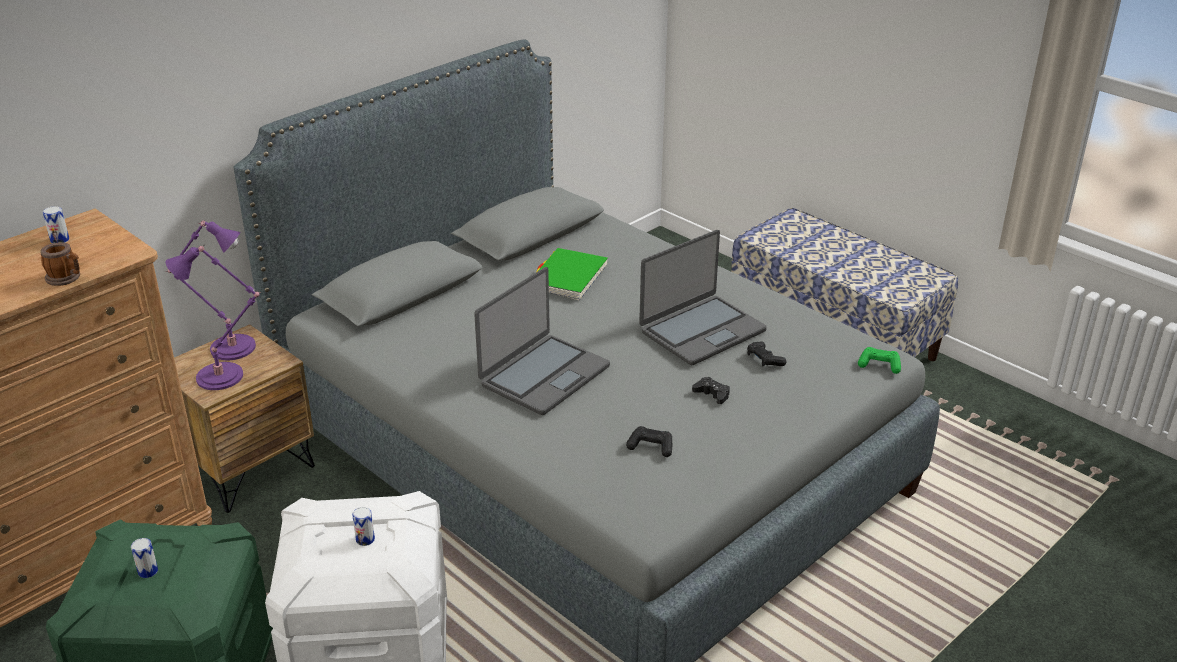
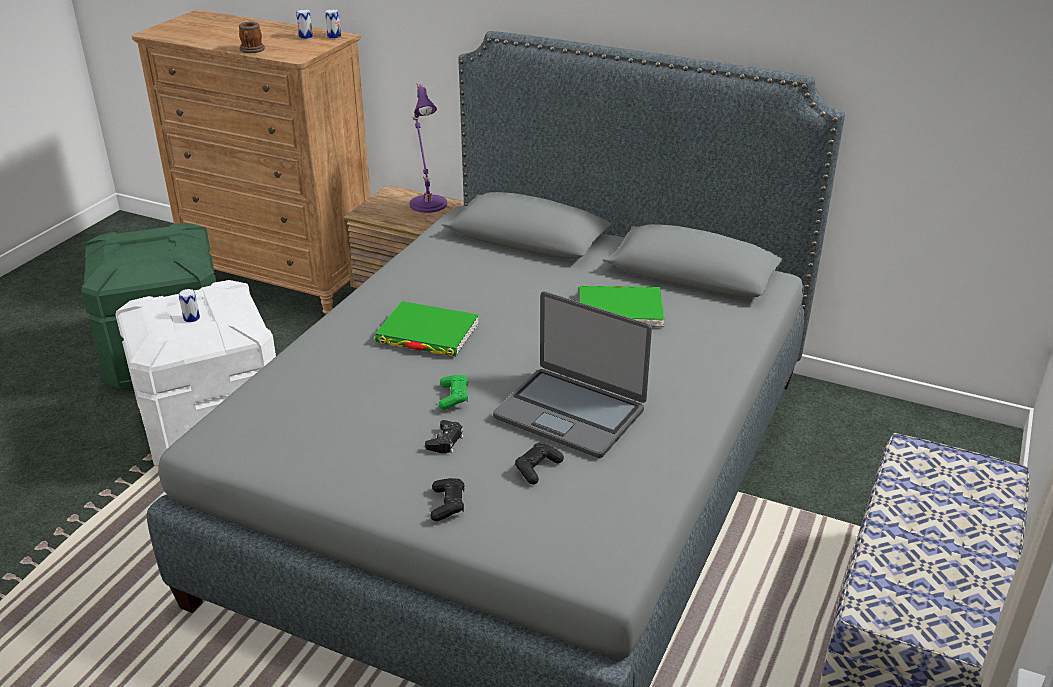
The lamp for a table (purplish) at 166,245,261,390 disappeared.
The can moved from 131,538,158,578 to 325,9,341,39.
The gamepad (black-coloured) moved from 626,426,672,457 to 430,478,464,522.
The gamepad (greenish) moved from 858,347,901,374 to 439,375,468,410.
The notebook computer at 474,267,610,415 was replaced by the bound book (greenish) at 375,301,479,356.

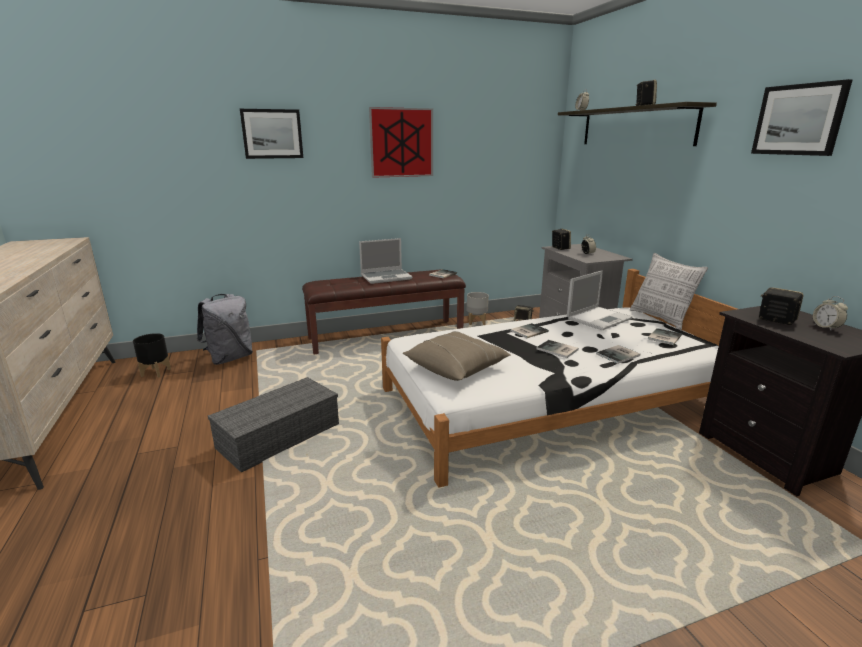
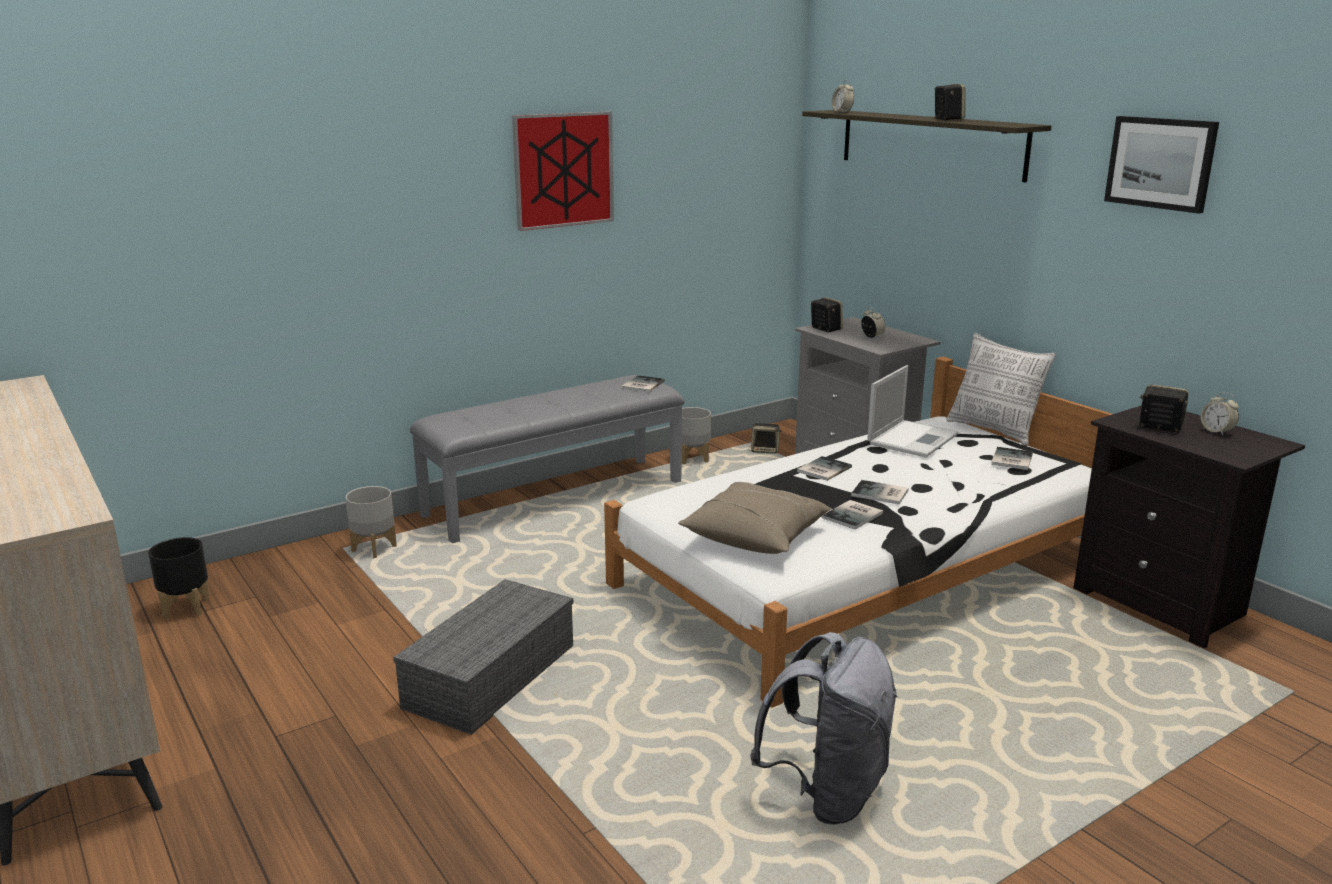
The picture at 240,109,303,159 disappeared.
The notebook computer at 359,238,412,284 disappeared.
The flower pot (greyish) at 345,486,397,558 appeared.
The knapsack (greyish) moved from 197,294,253,365 to 750,632,898,825.
The bound book moved from 596,345,640,364 to 822,500,883,530.
The bench (brown-coloured) at 302,270,466,354 became the bench (greyish) at 410,375,685,543.

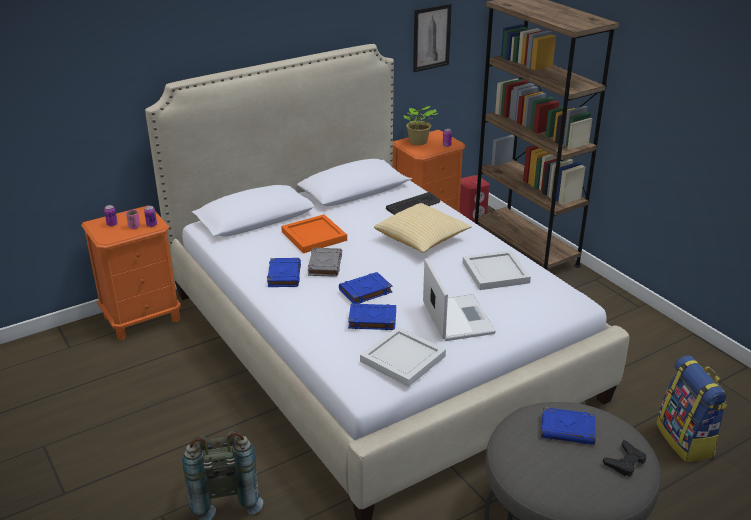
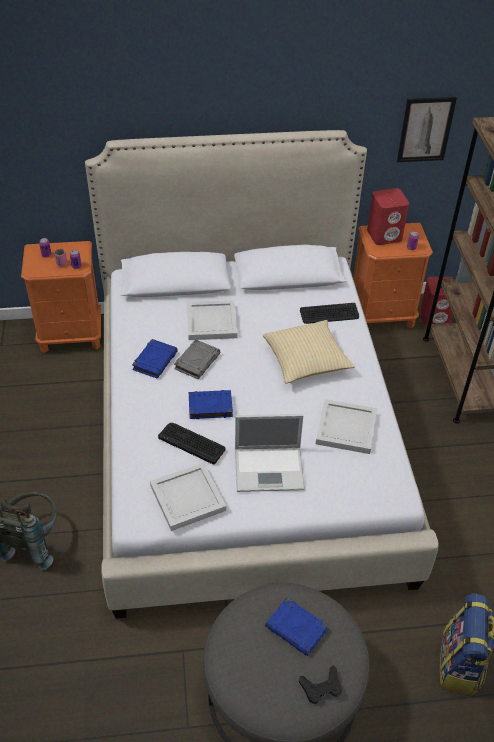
The bound book (blue-coloured) at 348,303,396,330 was replaced by the computer keyboard at 158,423,226,465.
The plant in a pot at 403,106,438,145 was replaced by the audio speaker (red-coloured) at 367,188,409,245.
The serving tray (orange) at 281,214,347,253 became the serving tray (white-coloured) at 187,300,238,340.
The notebook computer at 423,258,496,341 turned 75 degrees clockwise.

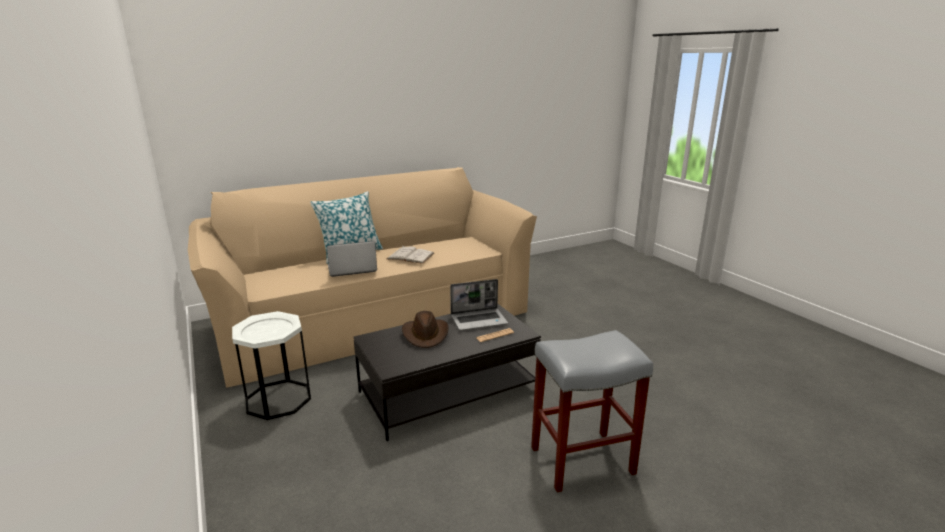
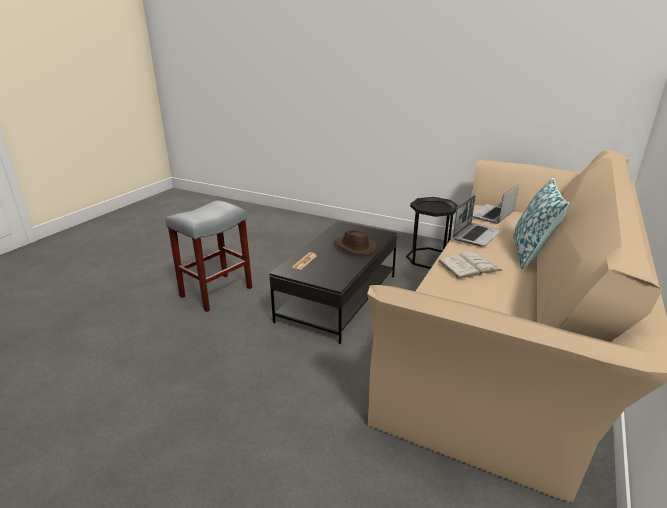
The notebook computer moved from 450,279,508,330 to 473,184,519,224.
The end table (white-coloured) at 232,311,311,420 became the end table (black-coloured) at 406,197,458,269.

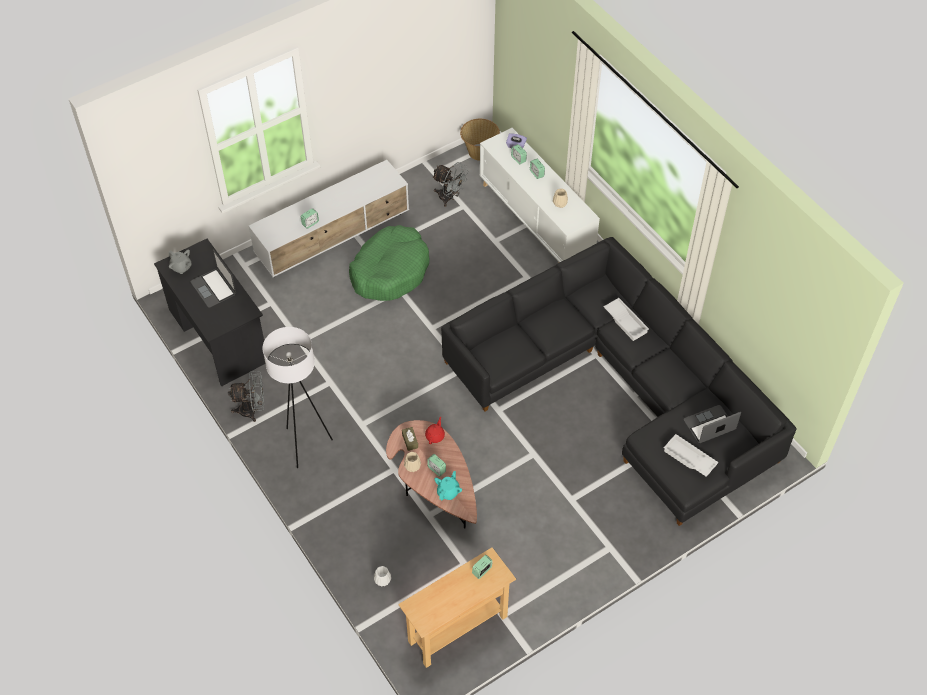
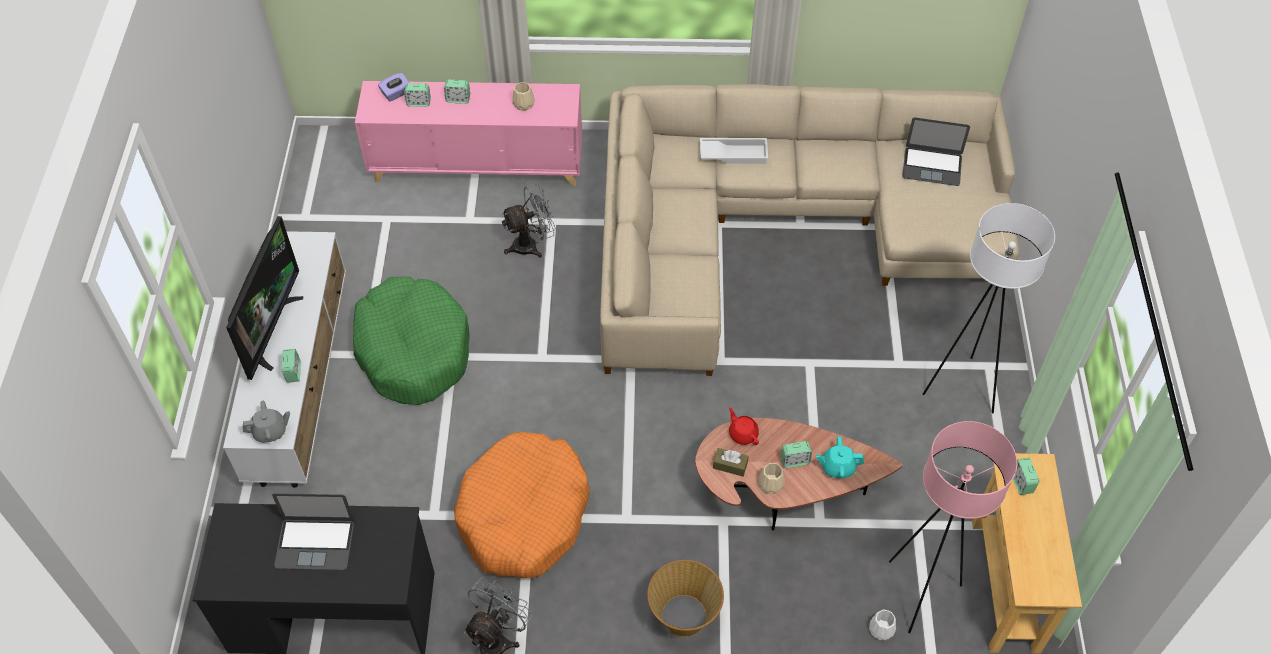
The serving tray (white-coloured) at 664,434,719,477 disappeared.
The TV at 226,216,303,380 appeared.
The dog cushion (orange) at 454,432,590,578 appeared.
The standing lamp (pink-coloured) at 889,421,1017,633 appeared.
The teapot (greyish) moved from 169,250,192,274 to 243,401,290,443.
The standing lamp (white-coloured) moved from 262,327,333,468 to 923,203,1055,413.
The electric fan (greyish) moved from 432,162,469,207 to 501,184,556,258.
The basket moved from 460,119,500,161 to 647,560,724,637.
The sofa (black-coloured) at 441,237,797,526 became the sofa (beige-coloured) at 600,84,1019,376.
The cupboard (white-coloured) at 480,128,600,263 became the cupboard (pink-coloured) at 355,81,582,186.
The teapot (turquoise) at 434,471,462,500 turned 60 degrees counterclockwise.
The notebook computer at 684,405,741,443 turned 90 degrees counterclockwise.

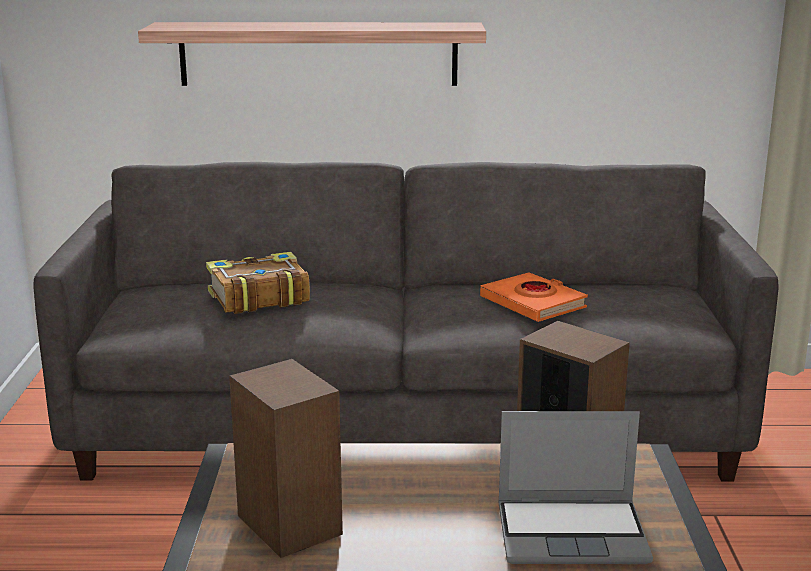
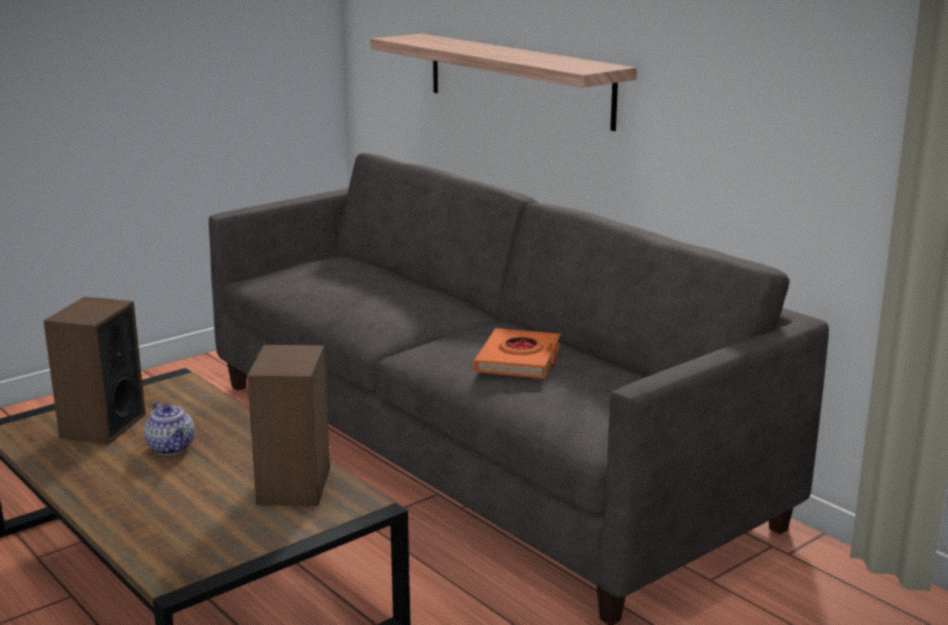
The bound book at 206,252,310,314 disappeared.
The notebook computer at 498,411,653,564 disappeared.
The teapot at 144,402,195,455 appeared.

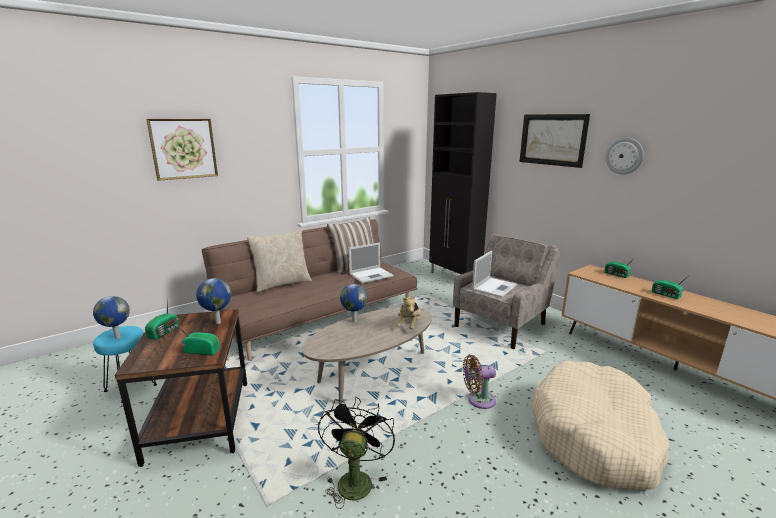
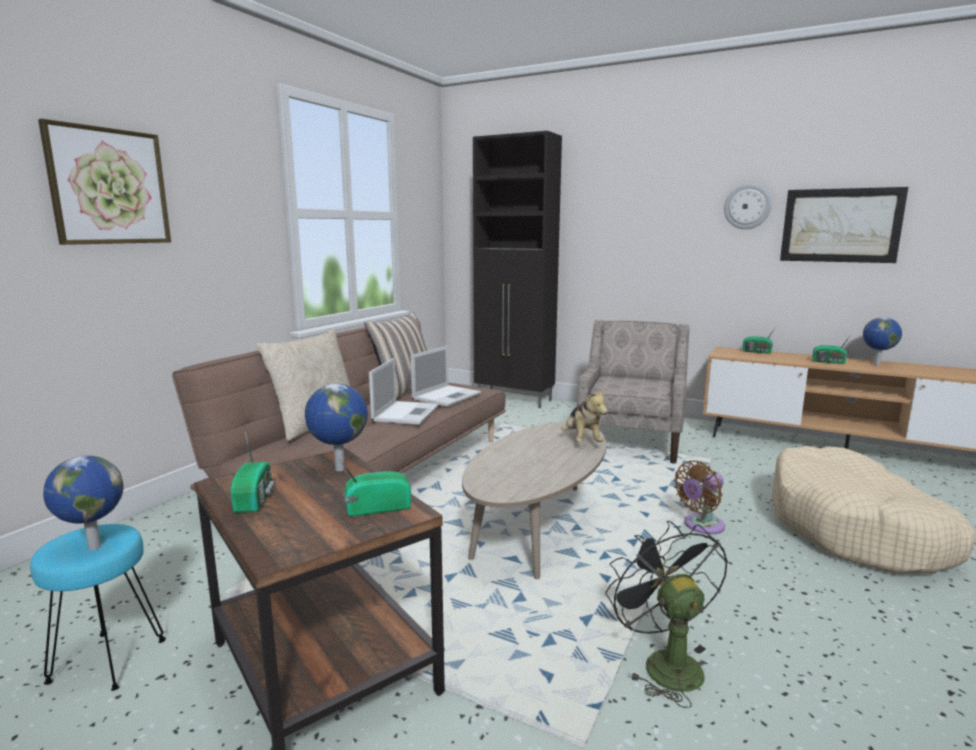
The globe moved from 340,284,367,323 to 863,317,902,365.
The notebook computer moved from 472,251,517,298 to 369,358,439,425.
The picture moved from 520,114,590,168 to 780,187,908,263.

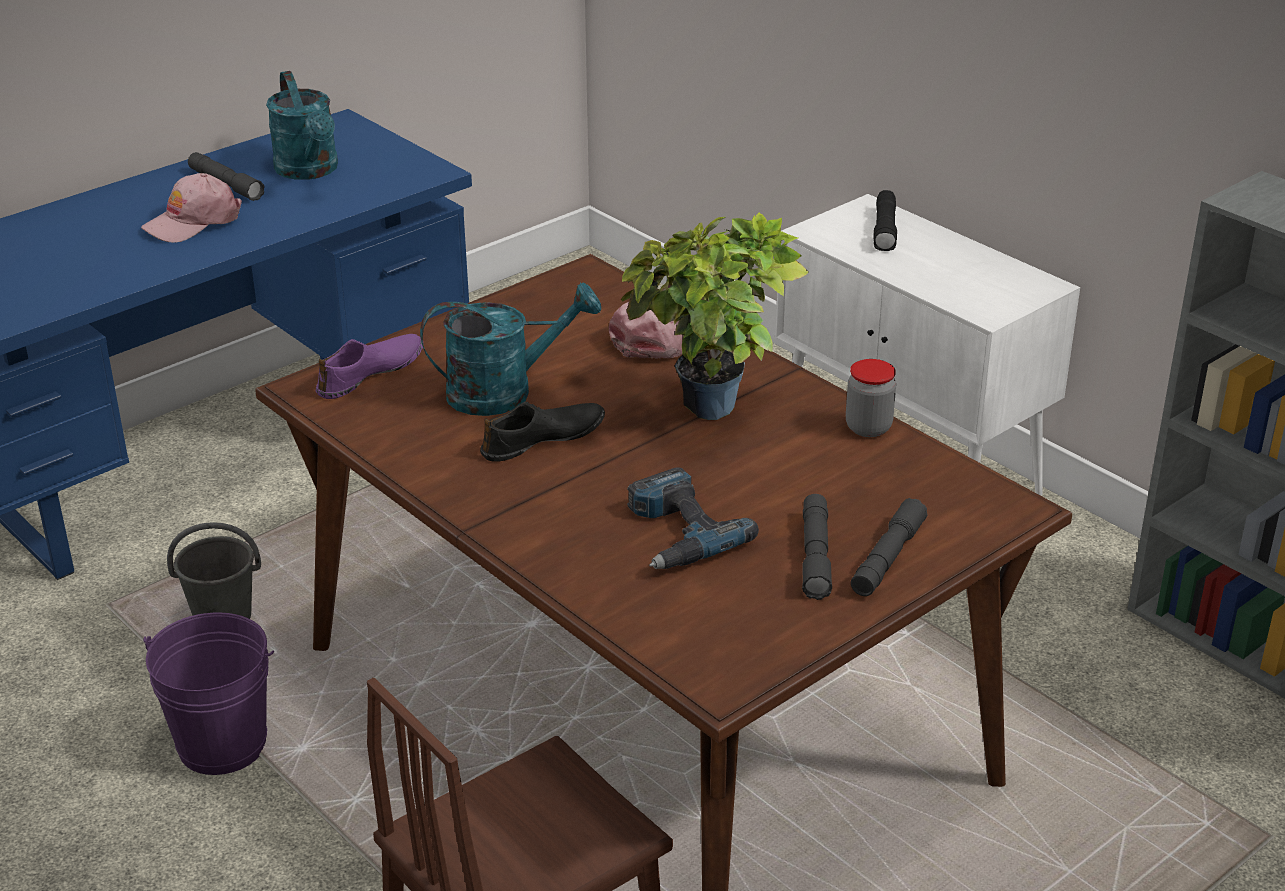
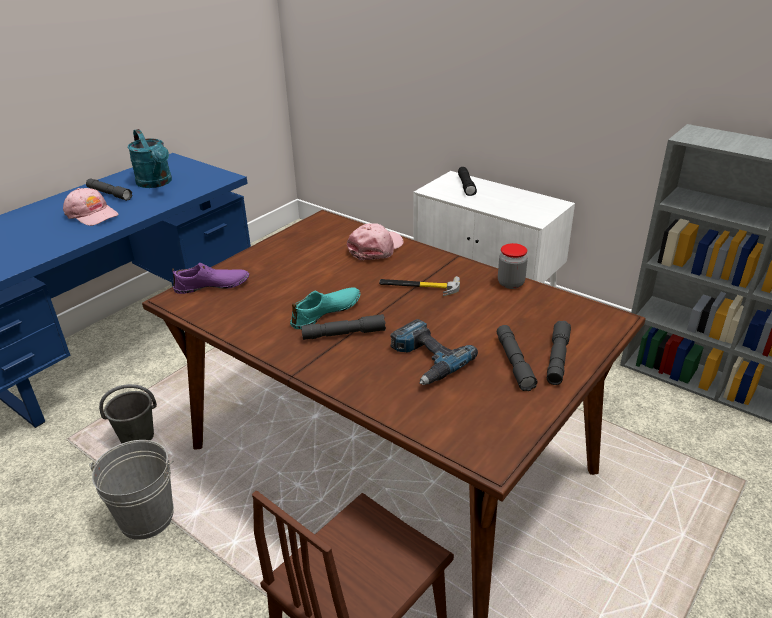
The watering can (turquoise) at 420,282,601,416 disappeared.
The flashlight (greyish) at 301,314,386,340 appeared.
The plant in a pot at 620,213,809,420 was replaced by the hammer at 379,276,460,296.
The water bucket (purplish) at 143,613,274,775 became the water bucket (greyish) at 89,440,174,540.
The item of footwear (black-coloured) at 480,402,605,462 became the item of footwear (turquoise) at 290,287,361,329.
The baseball cap (pink-coloured) at 141,173,242,243 turned 90 degrees counterclockwise.
The item of footwear (purplish) at 316,334,423,399 turned 45 degrees clockwise.

